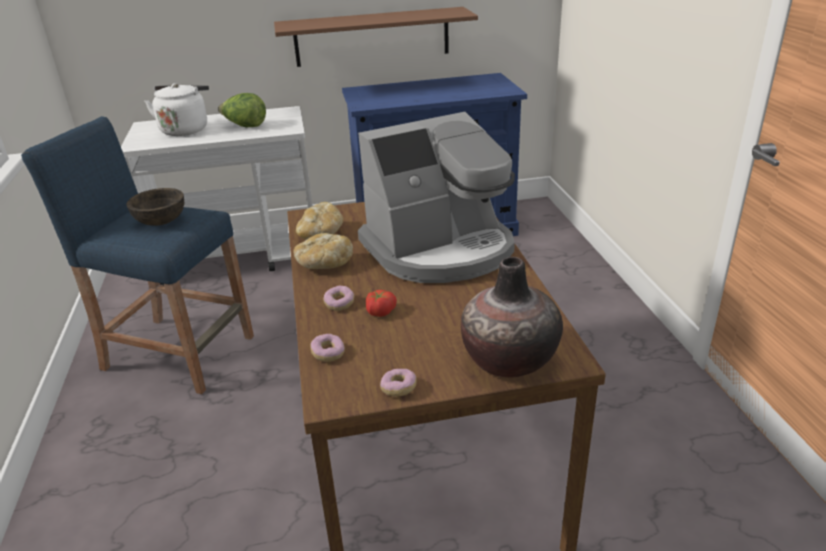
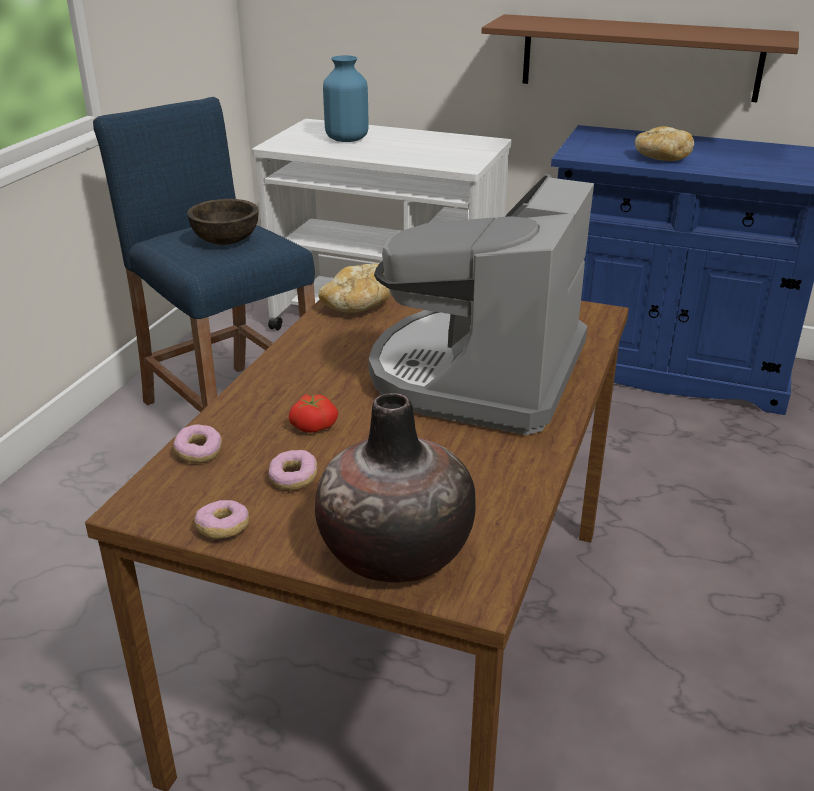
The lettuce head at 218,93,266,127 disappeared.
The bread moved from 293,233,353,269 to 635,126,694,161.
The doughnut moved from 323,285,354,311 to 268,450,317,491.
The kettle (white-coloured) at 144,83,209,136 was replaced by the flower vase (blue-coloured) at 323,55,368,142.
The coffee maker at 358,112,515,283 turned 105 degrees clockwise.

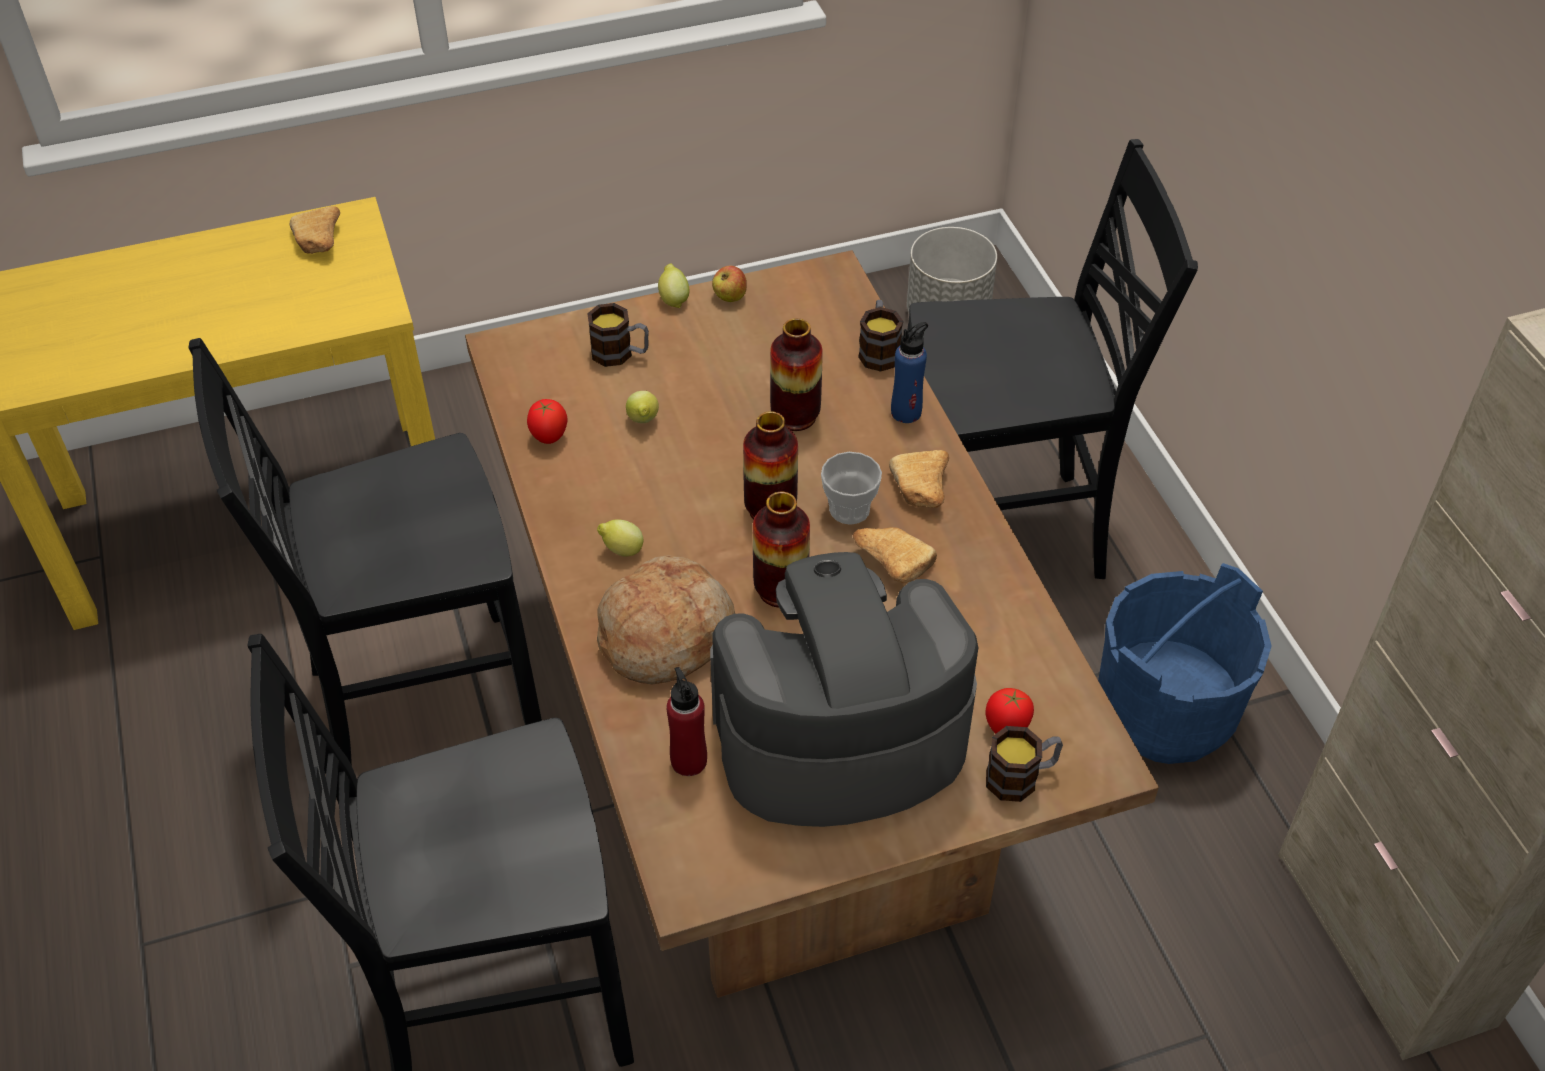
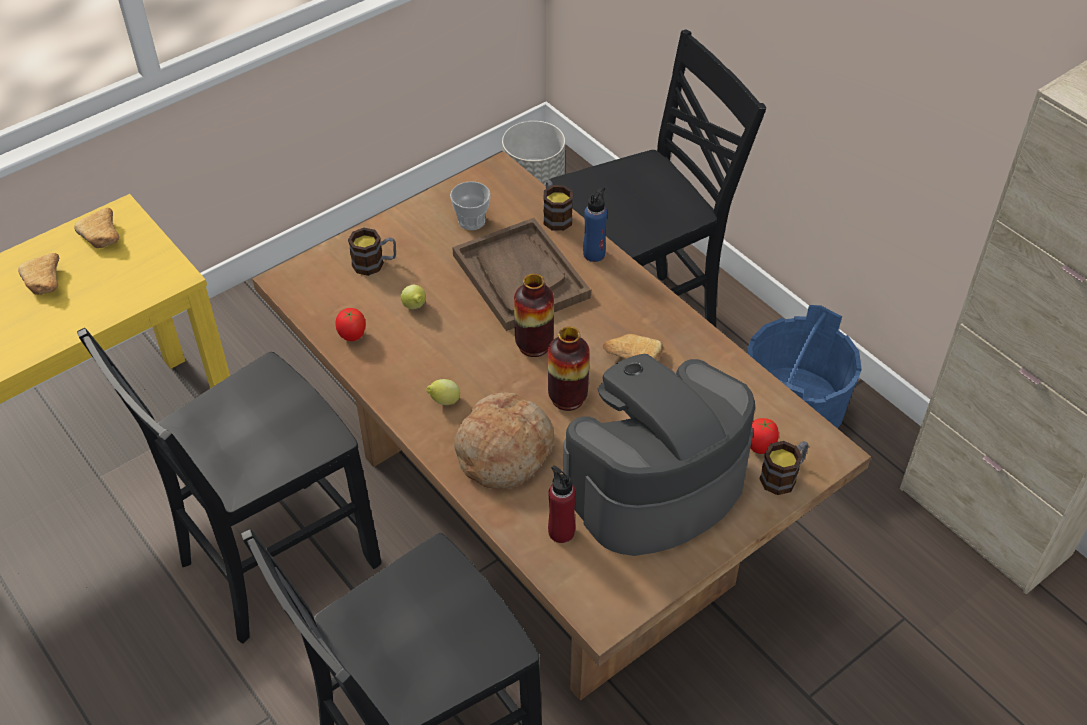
The citrus fruit at 658,264,690,308 disappeared.
The apple at 712,266,747,302 disappeared.
The small cup moved from 821,452,882,525 to 450,181,491,230.
The bread moved from 889,450,949,508 to 18,253,59,295.
The flower vase at 770,318,822,431 was replaced by the serving tray (brown-coloured) at 452,218,591,331.

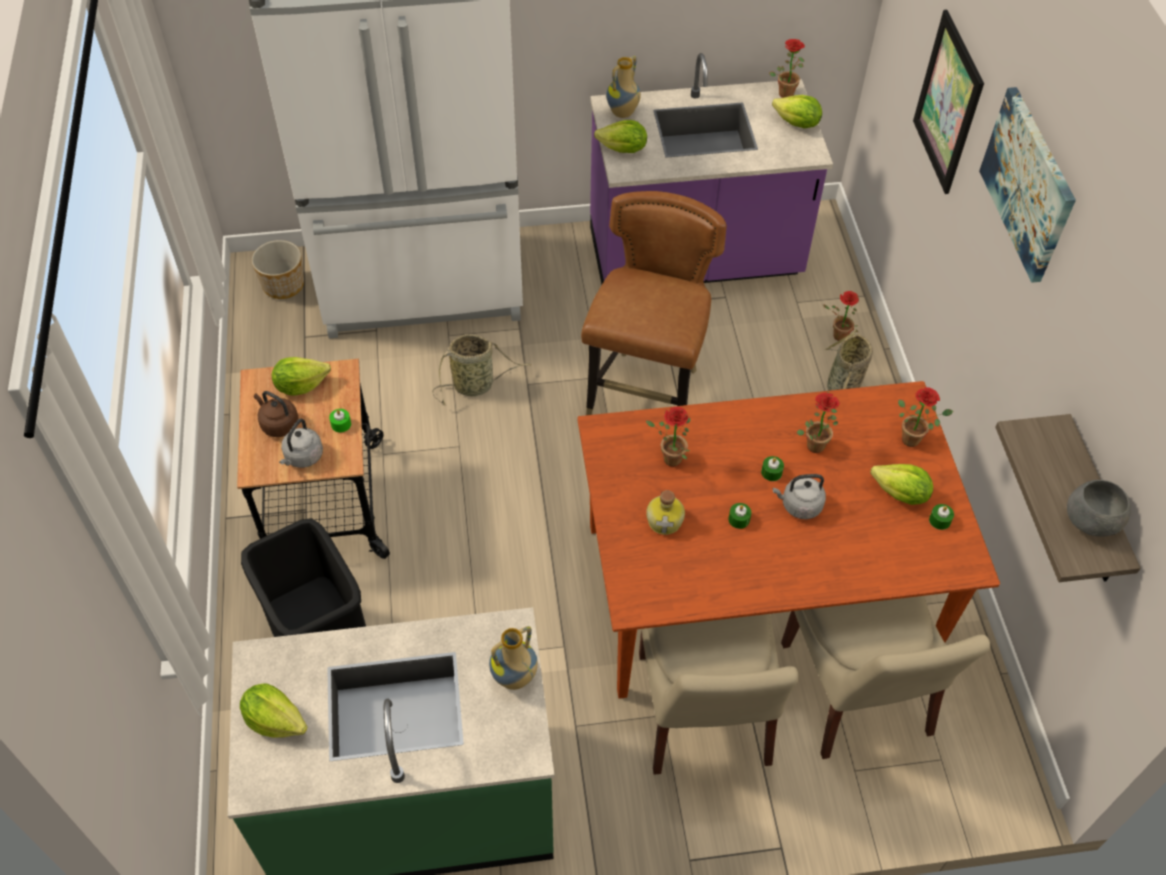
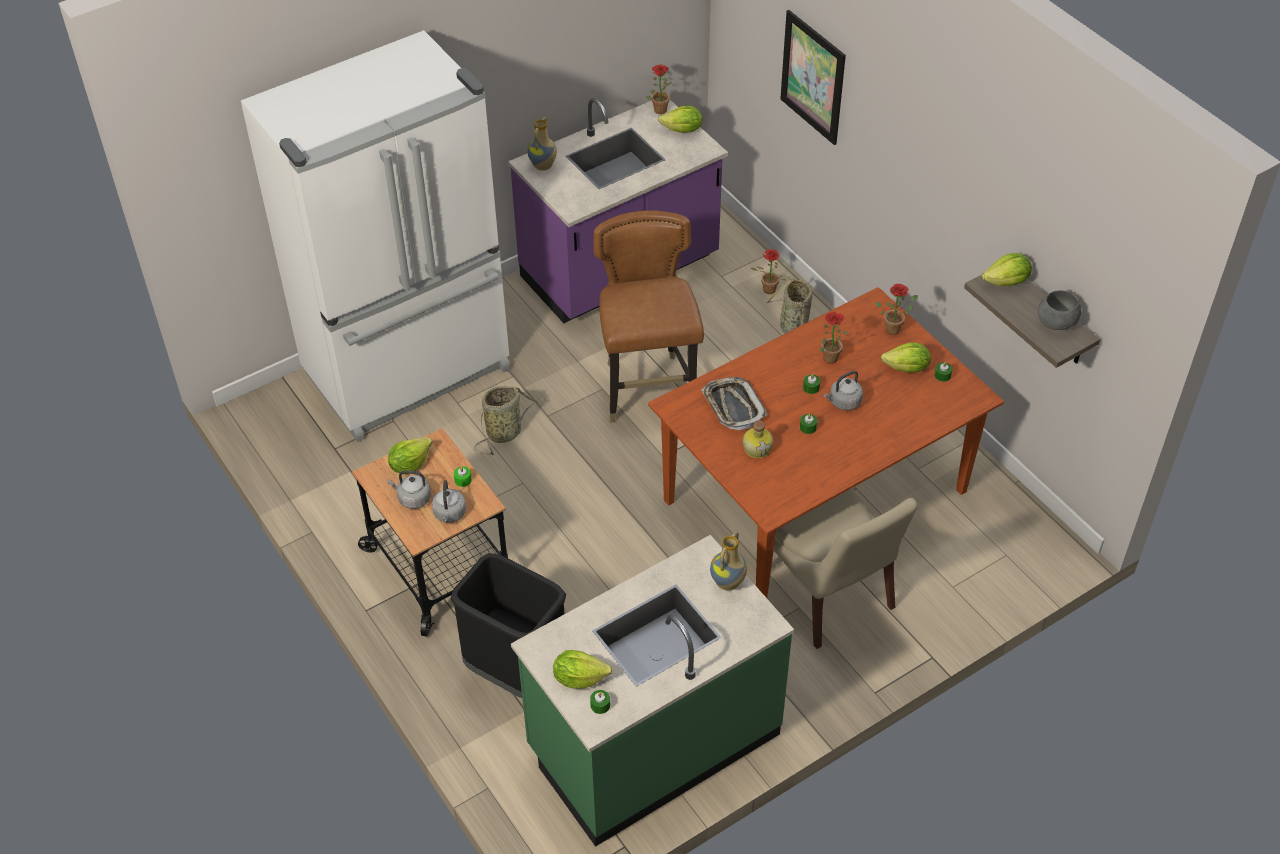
The flower pot at 252,240,304,299 disappeared.
The chair (beige-coloured) at 781,596,991,759 disappeared.
The picture at 979,87,1076,283 disappeared.
The wax candle (greenish) at 590,690,610,714 appeared.
The lettuce head moved from 594,120,647,153 to 982,253,1032,286.
The plant in a pot at 646,407,690,467 was replaced by the serving tray at 702,377,767,430.
The kettle (brown-coloured) at 254,391,298,437 became the kettle (greyish) at 387,471,431,509.

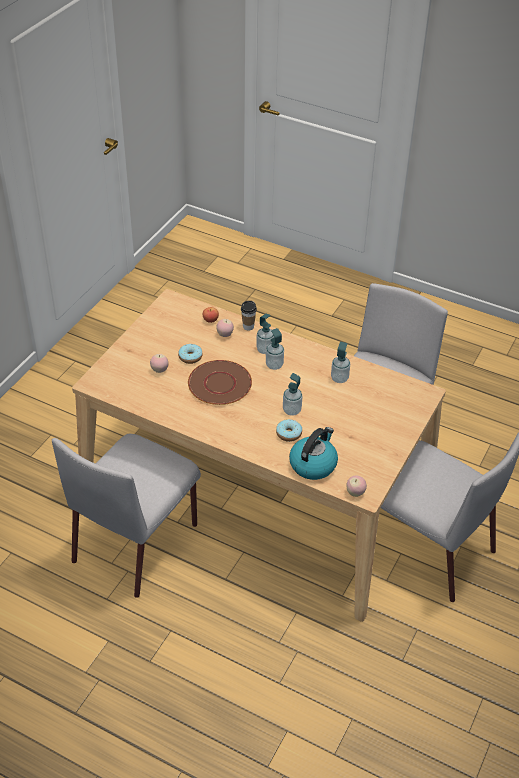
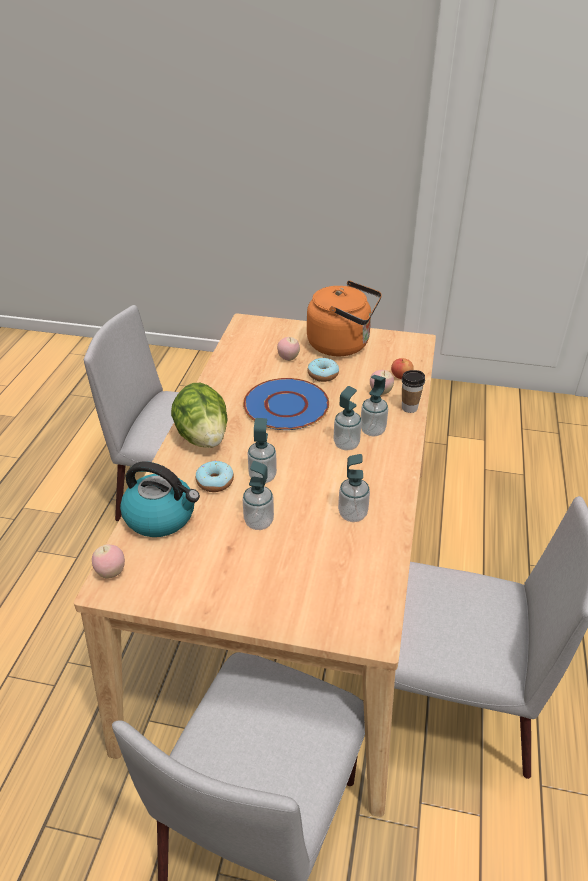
The lettuce head at 171,383,227,448 appeared.
The liquid soap bottle at 243,461,274,530 appeared.
The kettle (orange) at 307,281,382,356 appeared.
The plate (brown-coloured) at 188,360,252,405 became the plate (blue-coloured) at 243,378,329,430.

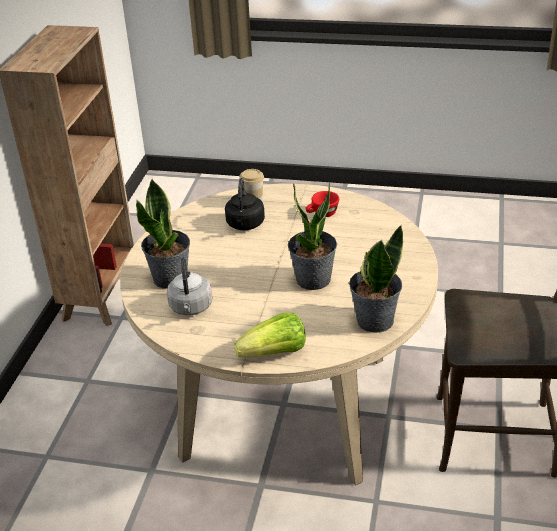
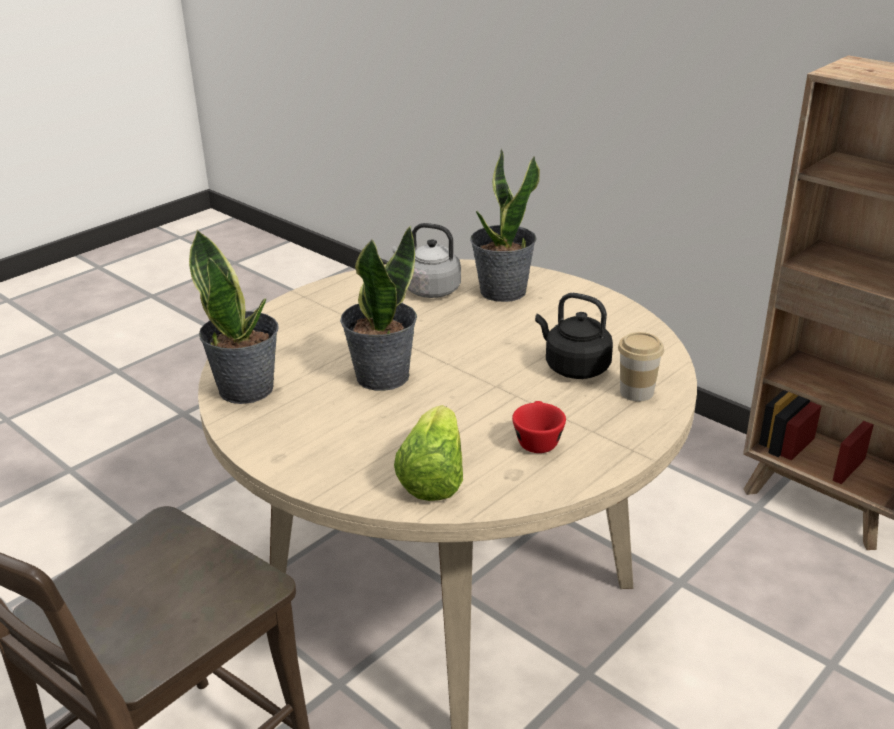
The lettuce head moved from 234,313,306,357 to 394,405,463,501.

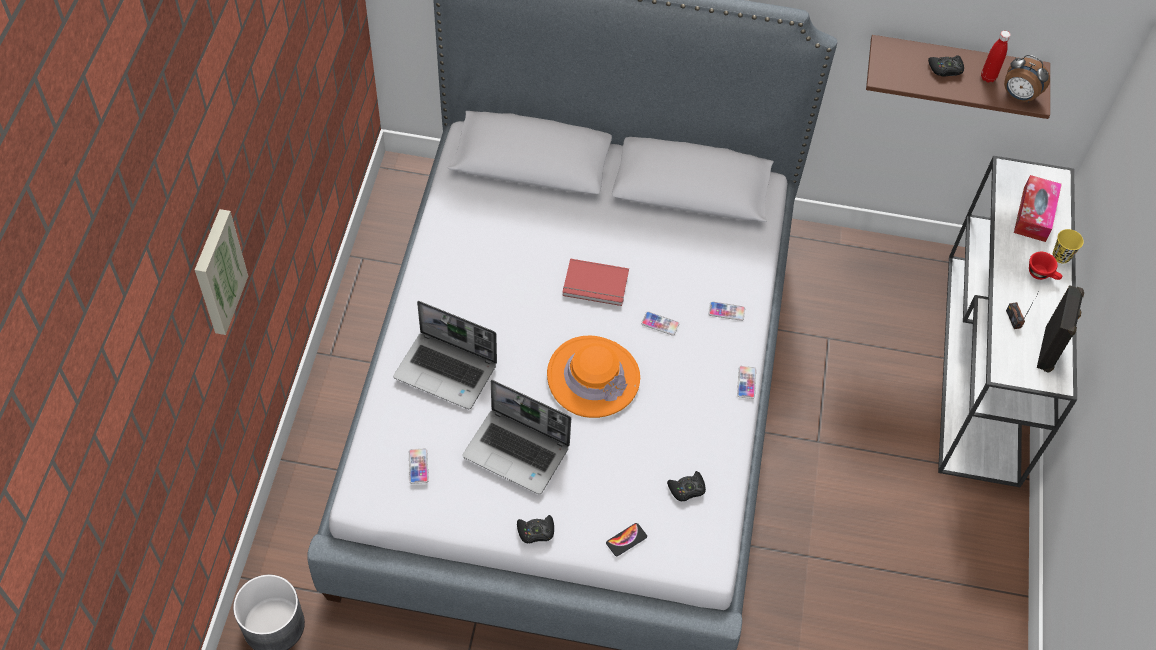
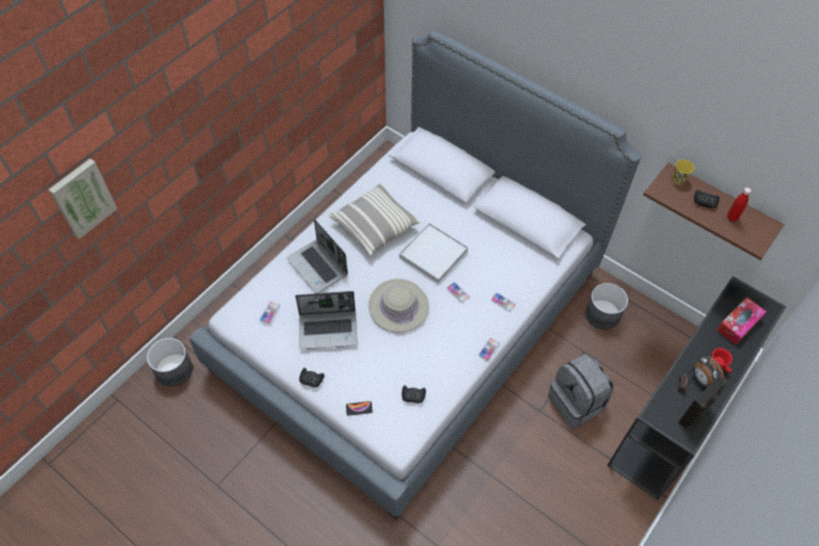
The cushion at 329,183,421,256 appeared.
The knapsack (greyish) at 548,354,614,428 appeared.
The flower pot (greyish) at 585,283,628,330 appeared.
The picture moved from 195,209,248,335 to 49,158,117,239.
The table clock moved from 1004,55,1050,103 to 693,356,724,387.
The small cup (yellow-coloured) moved from 1053,229,1084,263 to 673,160,694,185.
The bound book (red-coloured) at 562,258,629,306 was replaced by the serving tray (white-coloured) at 399,223,468,283.
The hat (orange) at 547,335,640,418 became the hat (beige-coloured) at 369,279,429,333.
The console table (white-coloured) at 938,156,1077,487 became the console table (black-coloured) at 608,276,787,500.
The notebook computer at 463,380,571,494 turned 60 degrees counterclockwise.

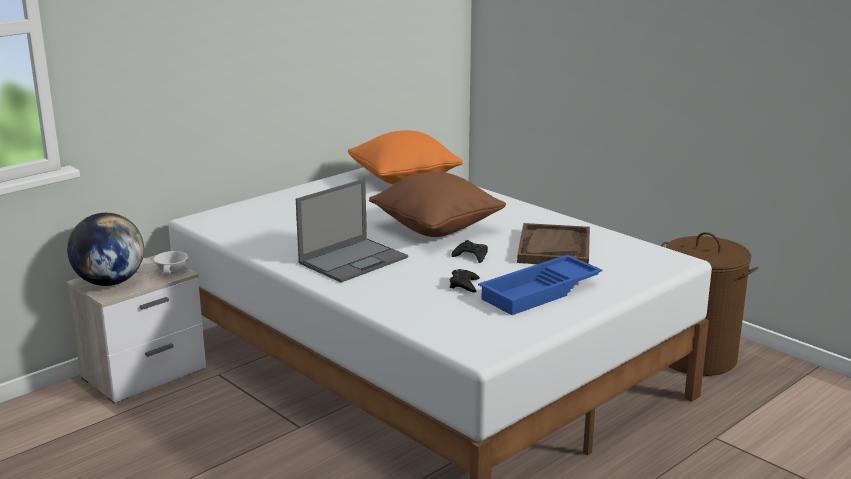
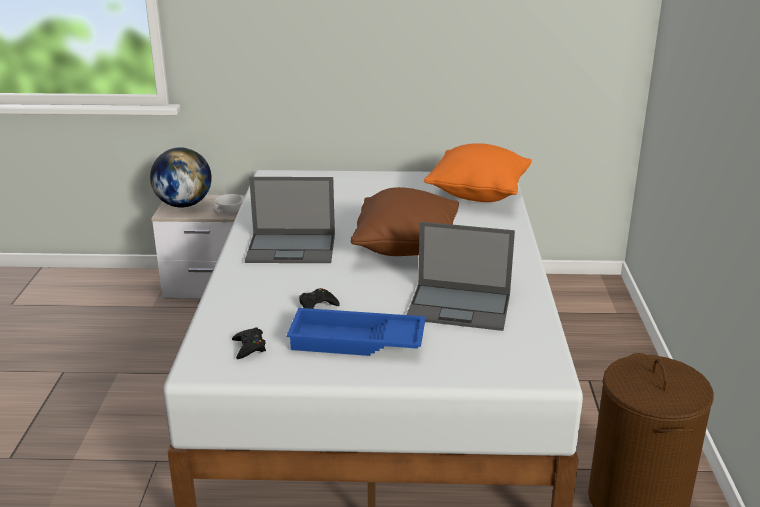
The gamepad (black-coloured) moved from 451,240,488,263 to 232,327,266,359.
The serving tray (brown-coloured) at 517,223,590,264 was replaced by the notebook computer at 407,222,515,331.

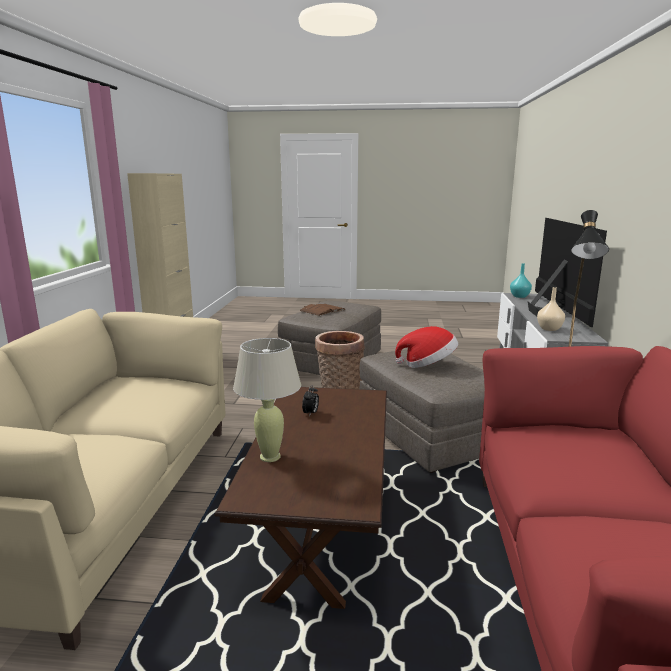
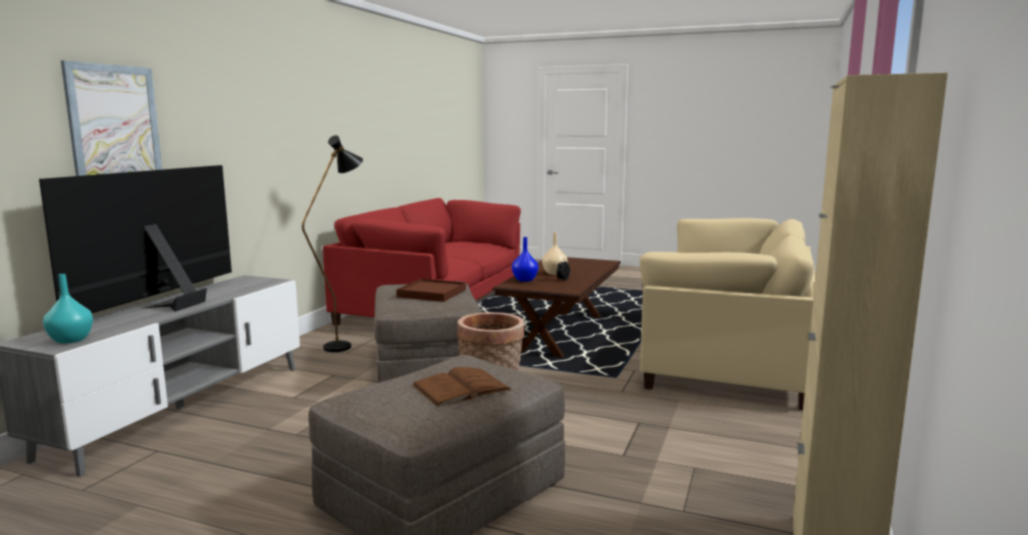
The lamp for a table (beige-coloured) at 233,338,301,462 disappeared.
The picture at 61,60,162,176 appeared.
The flower vase (blue-coloured) at 512,237,538,282 appeared.
The flower vase (beige-coloured) moved from 537,287,565,331 to 542,232,568,275.
The hat at 395,326,458,368 was replaced by the serving tray (brown-coloured) at 396,279,466,302.

